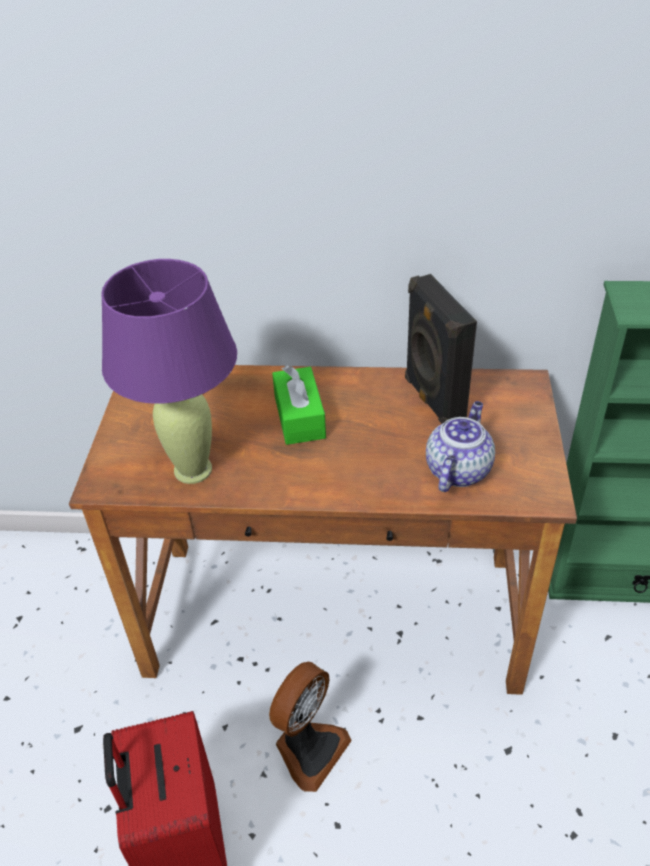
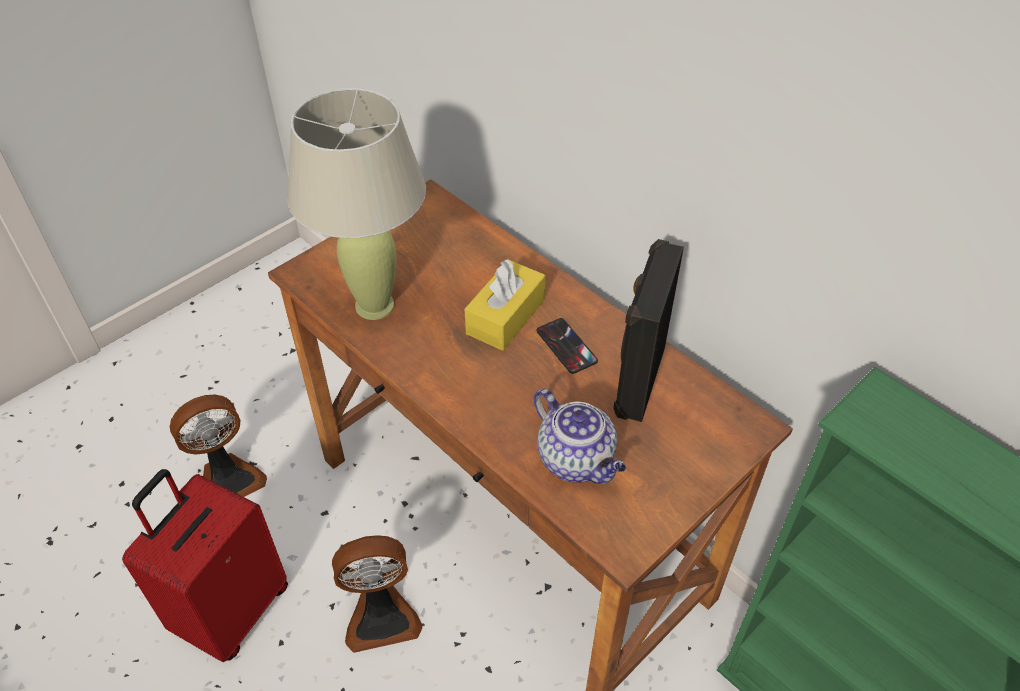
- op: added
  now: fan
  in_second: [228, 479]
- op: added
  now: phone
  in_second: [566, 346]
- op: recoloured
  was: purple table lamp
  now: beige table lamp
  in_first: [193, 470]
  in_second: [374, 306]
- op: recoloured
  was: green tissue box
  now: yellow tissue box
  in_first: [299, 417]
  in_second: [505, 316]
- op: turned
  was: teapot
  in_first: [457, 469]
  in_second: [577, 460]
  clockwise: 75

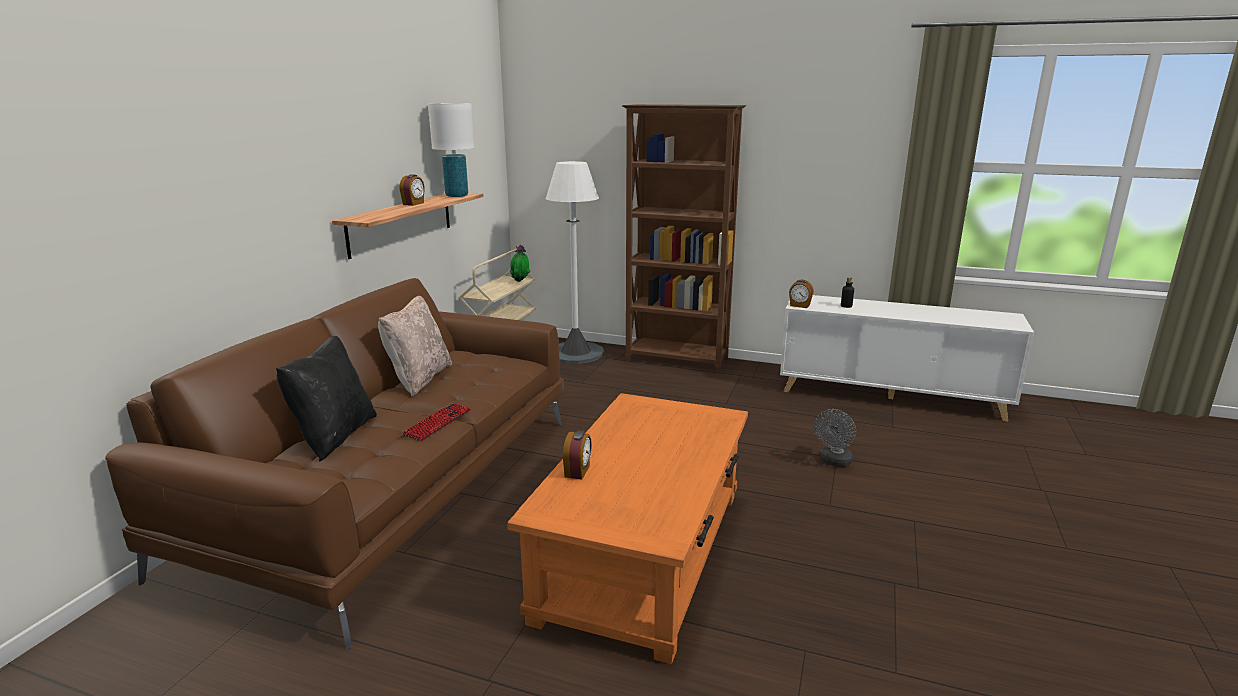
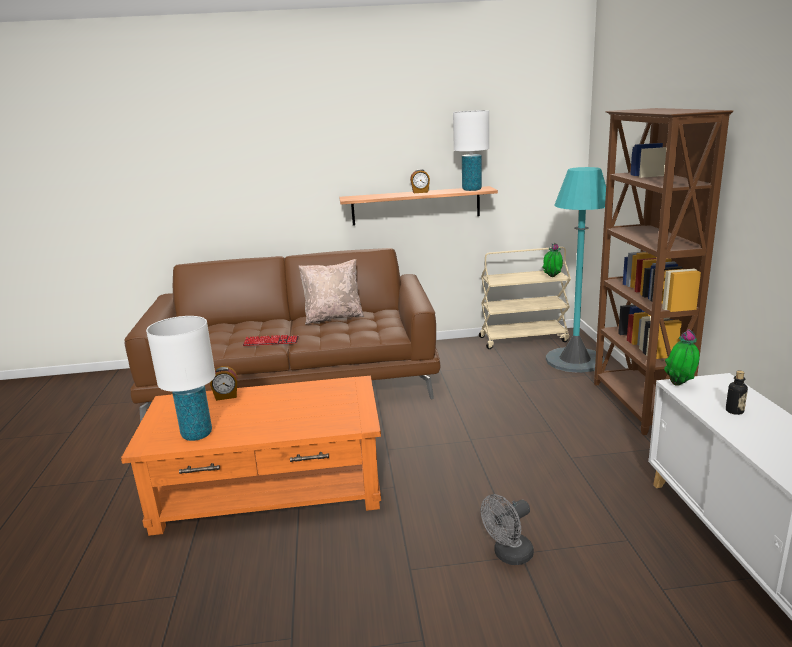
- op: removed
  was: black pillow
  in_first: [334, 436]
- op: added
  now: white table lamp
  in_second: [196, 434]
- op: replaced
  was: alarm clock
  now: potted plant
  in_first: [799, 305]
  in_second: [680, 385]
- op: recoloured
  was: white floor lamp
  now: turquoise floor lamp
  in_first: [575, 353]
  in_second: [574, 360]
- op: turned
  was: grey fan
  in_first: [834, 462]
  in_second: [508, 556]
  clockwise: -45

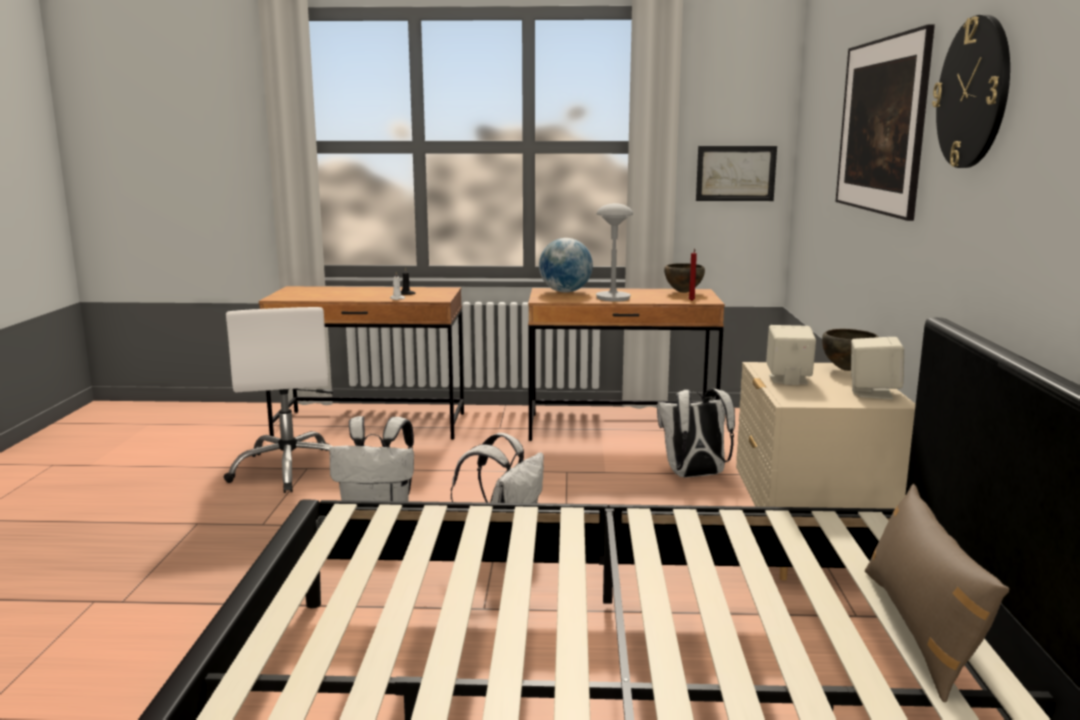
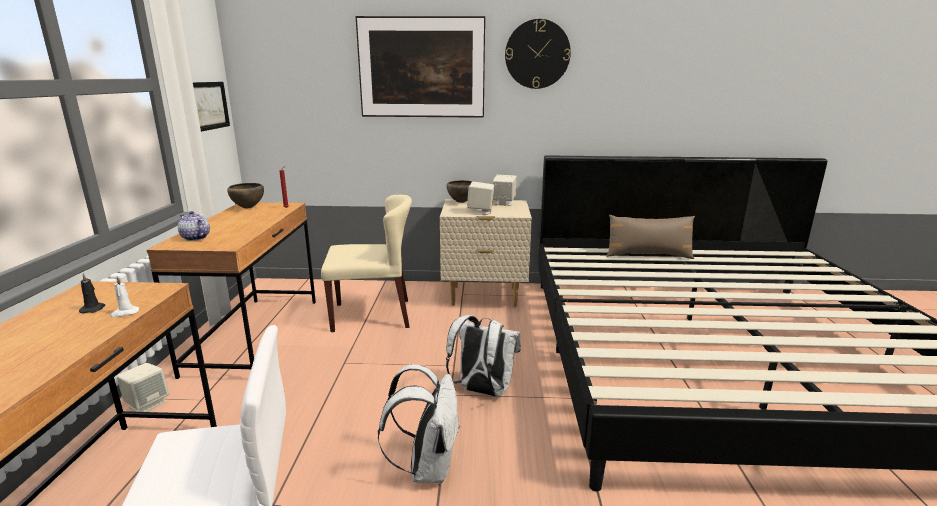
- op: removed
  was: grey table lamp
  in_first: [612, 298]
- op: added
  now: beige speaker
  in_second: [147, 404]
- op: replaced
  was: globe
  now: teapot
  in_first: [565, 292]
  in_second: [195, 238]
- op: replaced
  was: white backpack
  now: beige chair
  in_first: [694, 475]
  in_second: [372, 315]

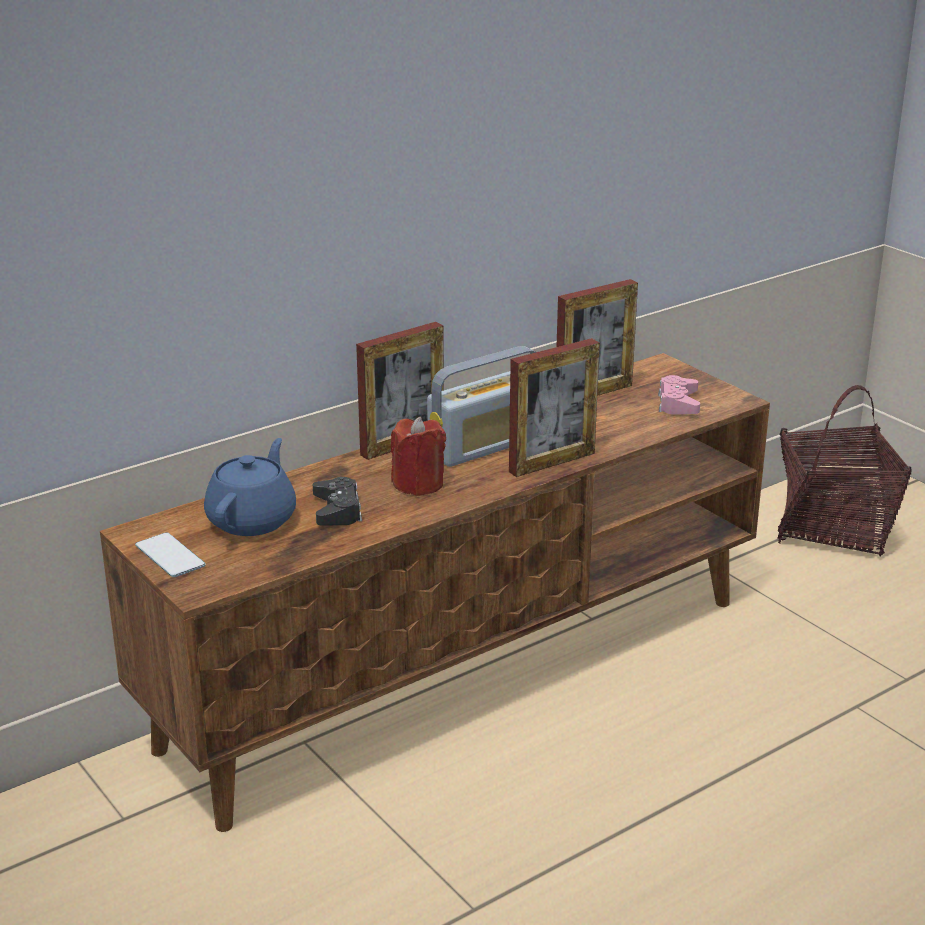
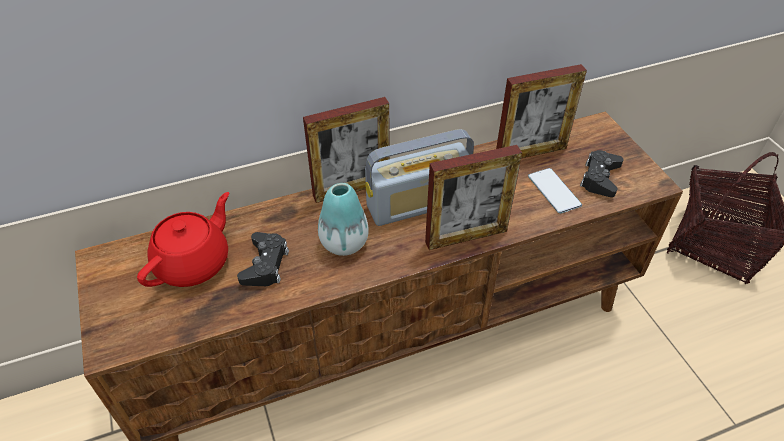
- op: moved
  was: phone
  in_first: [170, 556]
  in_second: [554, 191]
- op: replaced
  was: red candle
  now: vase
  in_first: [418, 484]
  in_second: [344, 243]
- op: recoloured
  was: blue teapot
  now: red teapot
  in_first: [253, 520]
  in_second: [194, 262]
- op: recoloured
  was: pink game controller
  now: black game controller
  in_first: [678, 403]
  in_second: [600, 178]

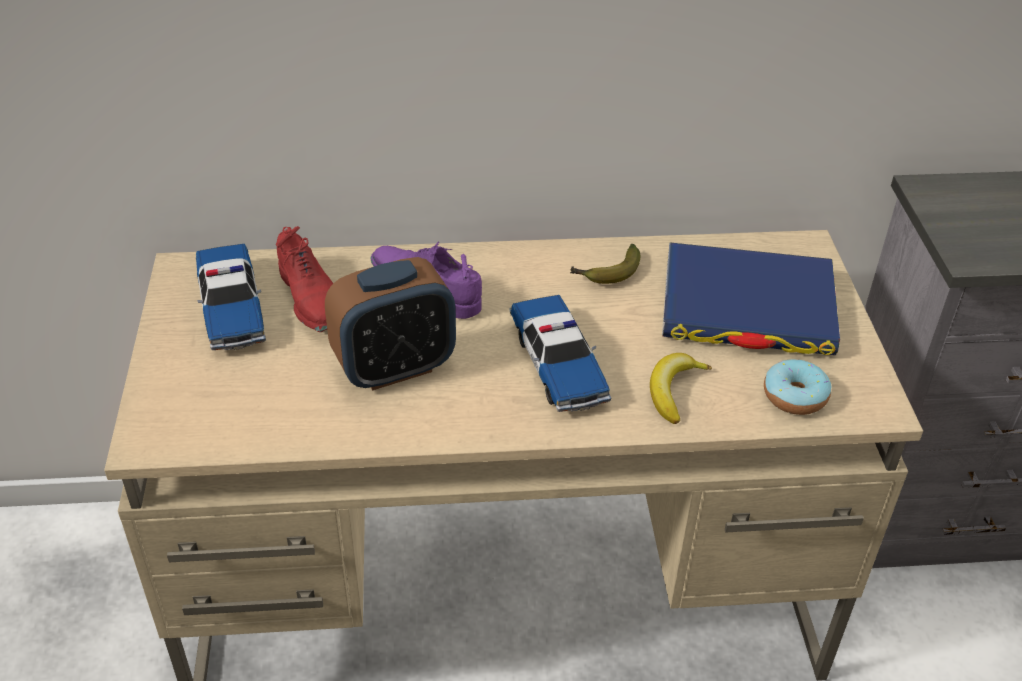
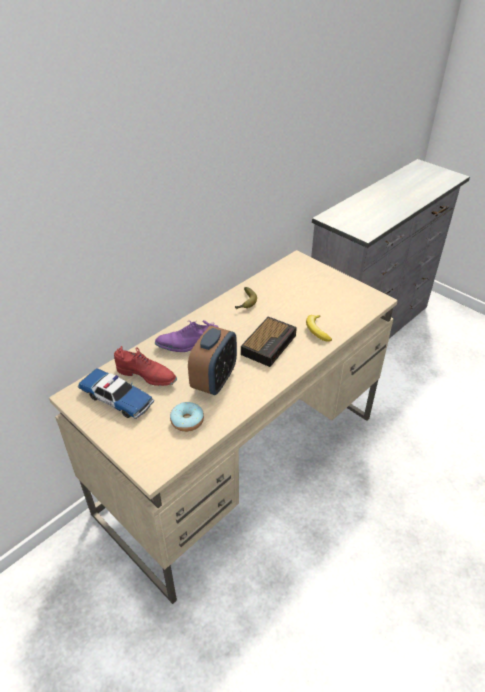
- op: removed
  was: blue book
  in_first: [747, 307]
- op: moved
  was: donut
  in_first: [794, 396]
  in_second: [187, 421]
- op: replaced
  was: toy car
  now: alarm clock
  in_first: [557, 364]
  in_second: [269, 344]

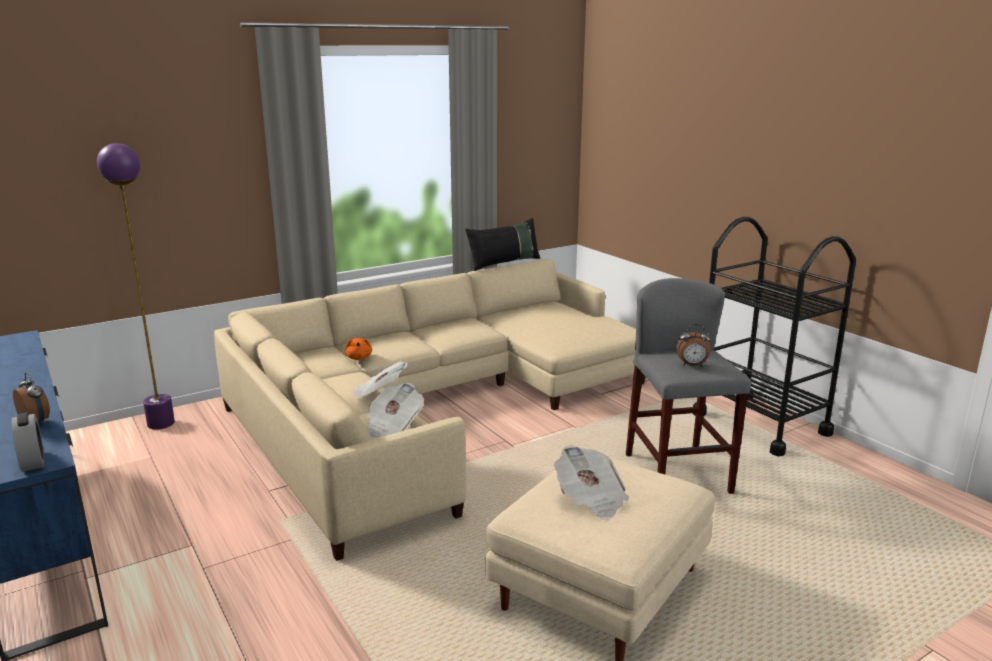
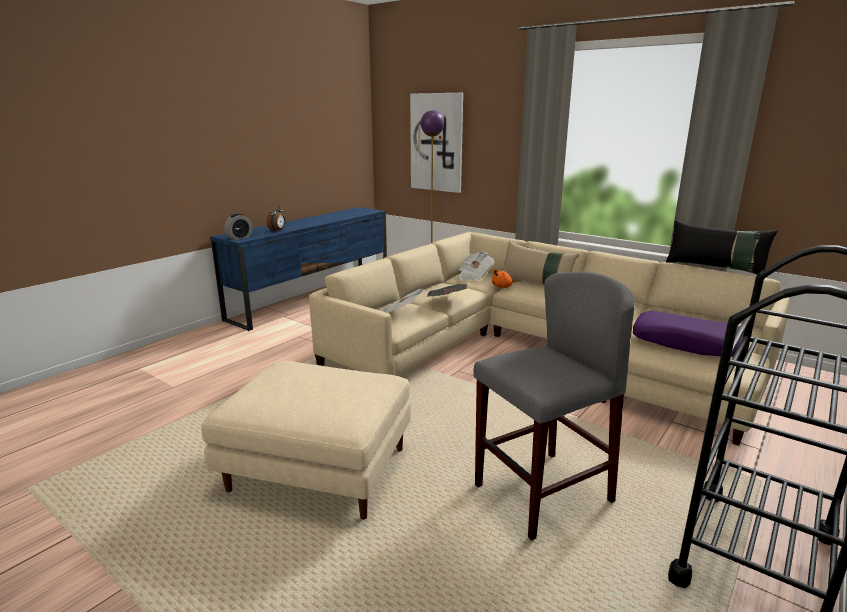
- op: removed
  was: alarm clock
  in_first: [692, 365]
- op: added
  now: picture
  in_second: [437, 142]
- op: added
  now: beige pillow
  in_second: [536, 283]
- op: added
  now: purple pillow
  in_second: [686, 343]
- op: moved
  was: newspaper
  in_first: [591, 499]
  in_second: [474, 276]

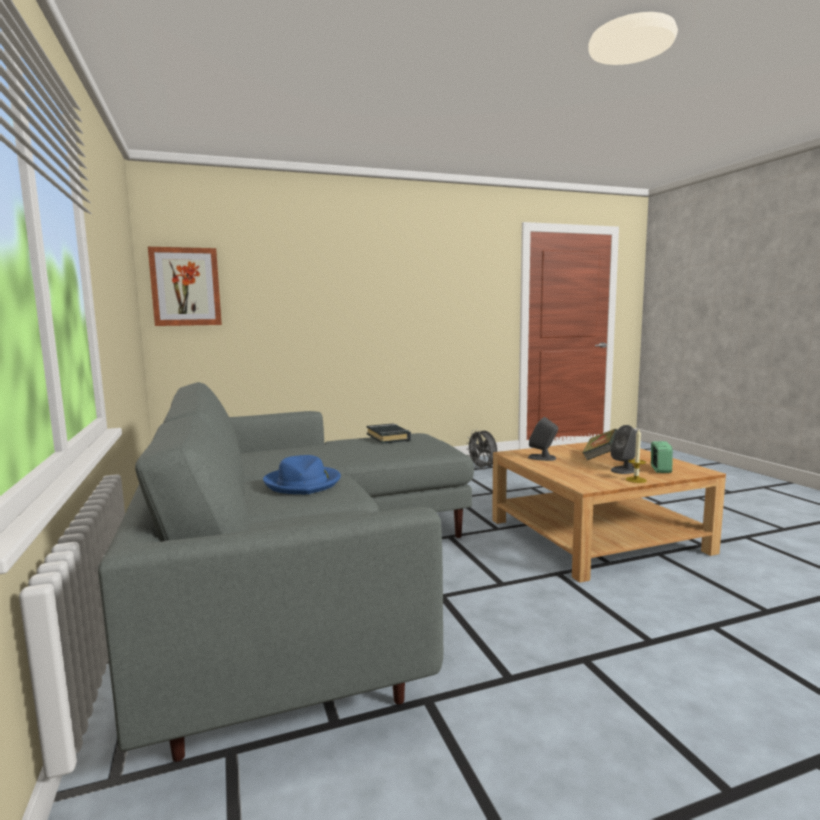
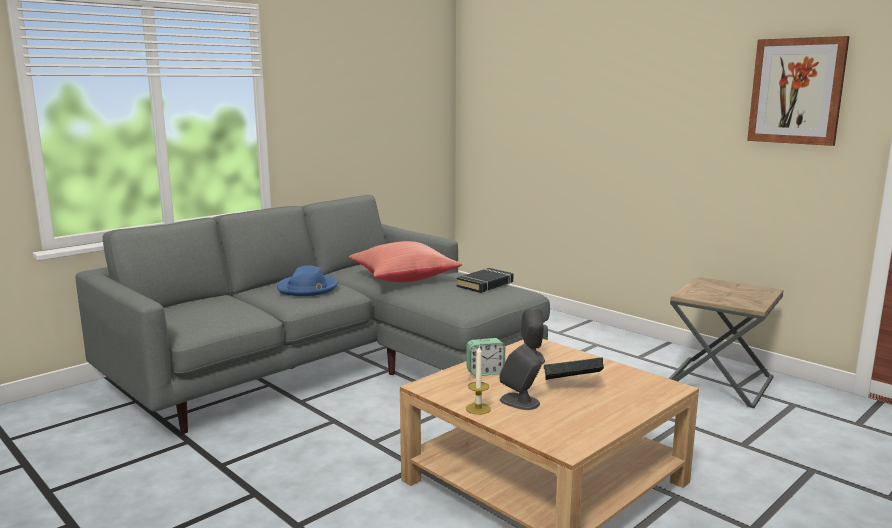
- op: added
  now: red pillow
  in_second: [403, 278]
- op: moved
  was: picture
  in_first: [186, 287]
  in_second: [796, 91]
- op: moved
  was: alarm clock
  in_first: [660, 470]
  in_second: [485, 372]
- op: replaced
  was: grey fan
  now: brown side table
  in_first: [482, 468]
  in_second: [718, 383]

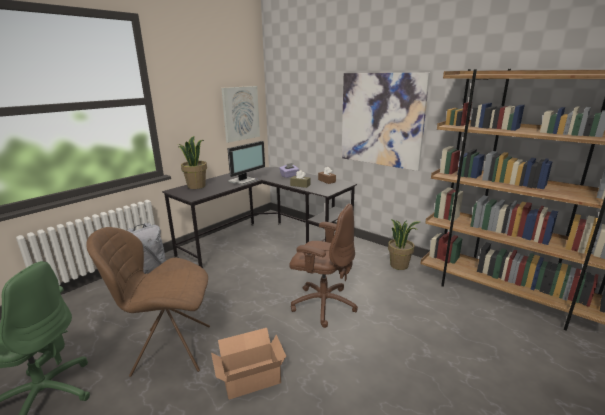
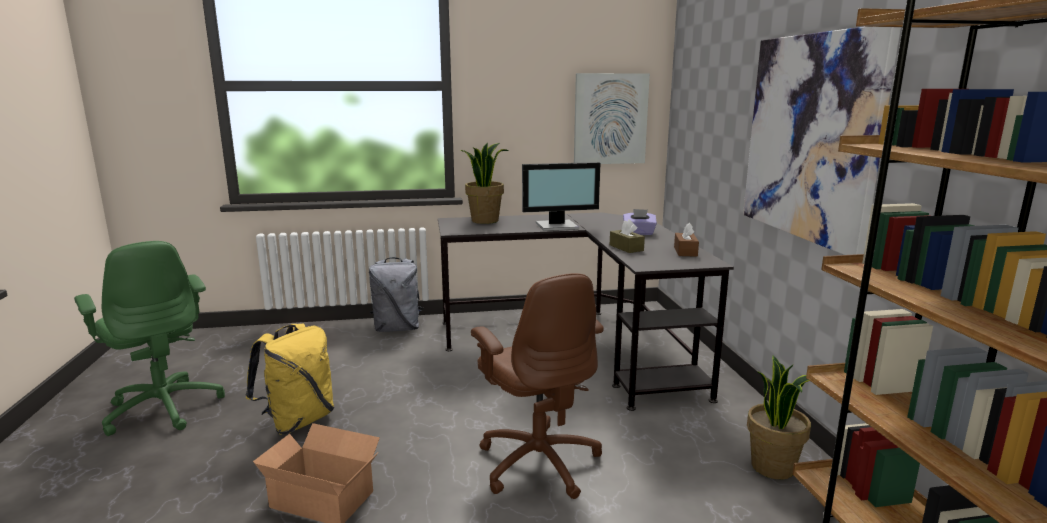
- op: replaced
  was: brown chair
  now: yellow backpack
  in_first: [169, 349]
  in_second: [298, 421]

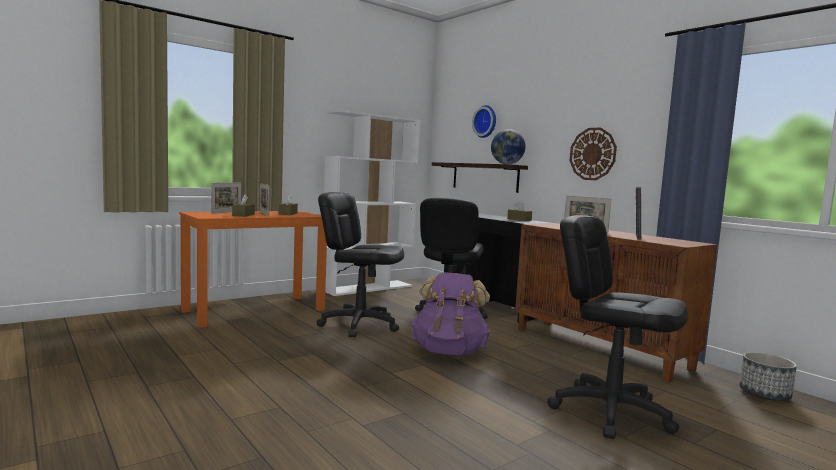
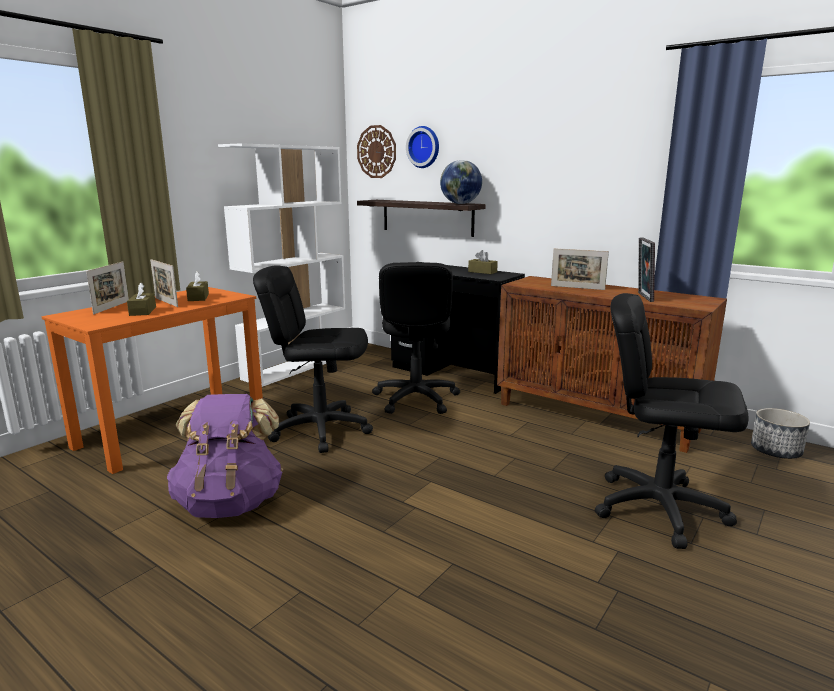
- op: moved
  was: purple backpack
  in_first: [449, 352]
  in_second: [230, 503]
- op: moved
  was: wall clock
  in_first: [592, 154]
  in_second: [376, 152]

